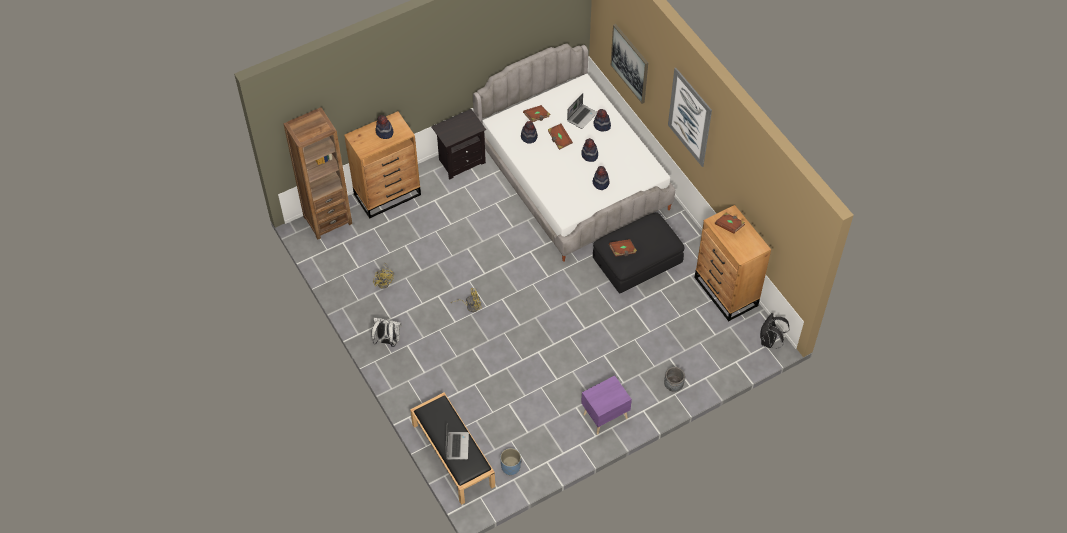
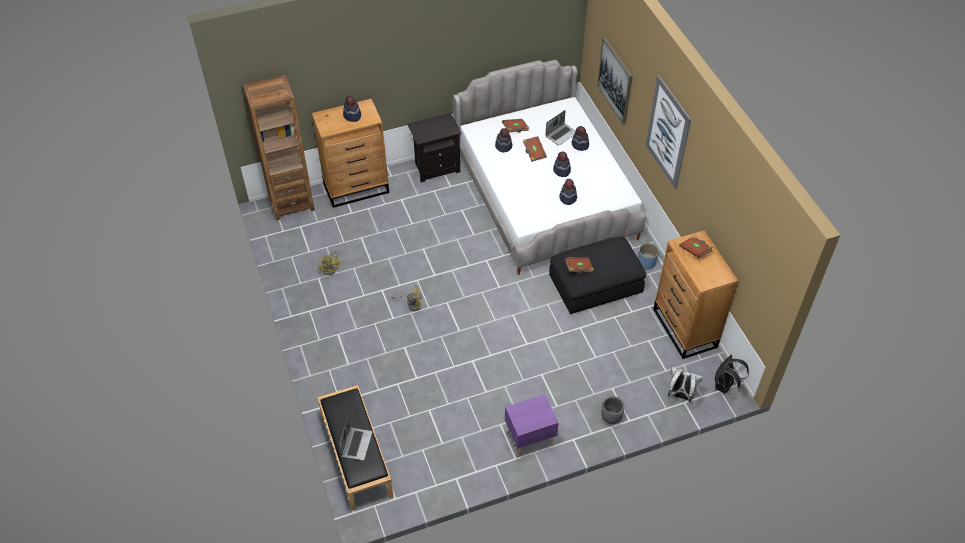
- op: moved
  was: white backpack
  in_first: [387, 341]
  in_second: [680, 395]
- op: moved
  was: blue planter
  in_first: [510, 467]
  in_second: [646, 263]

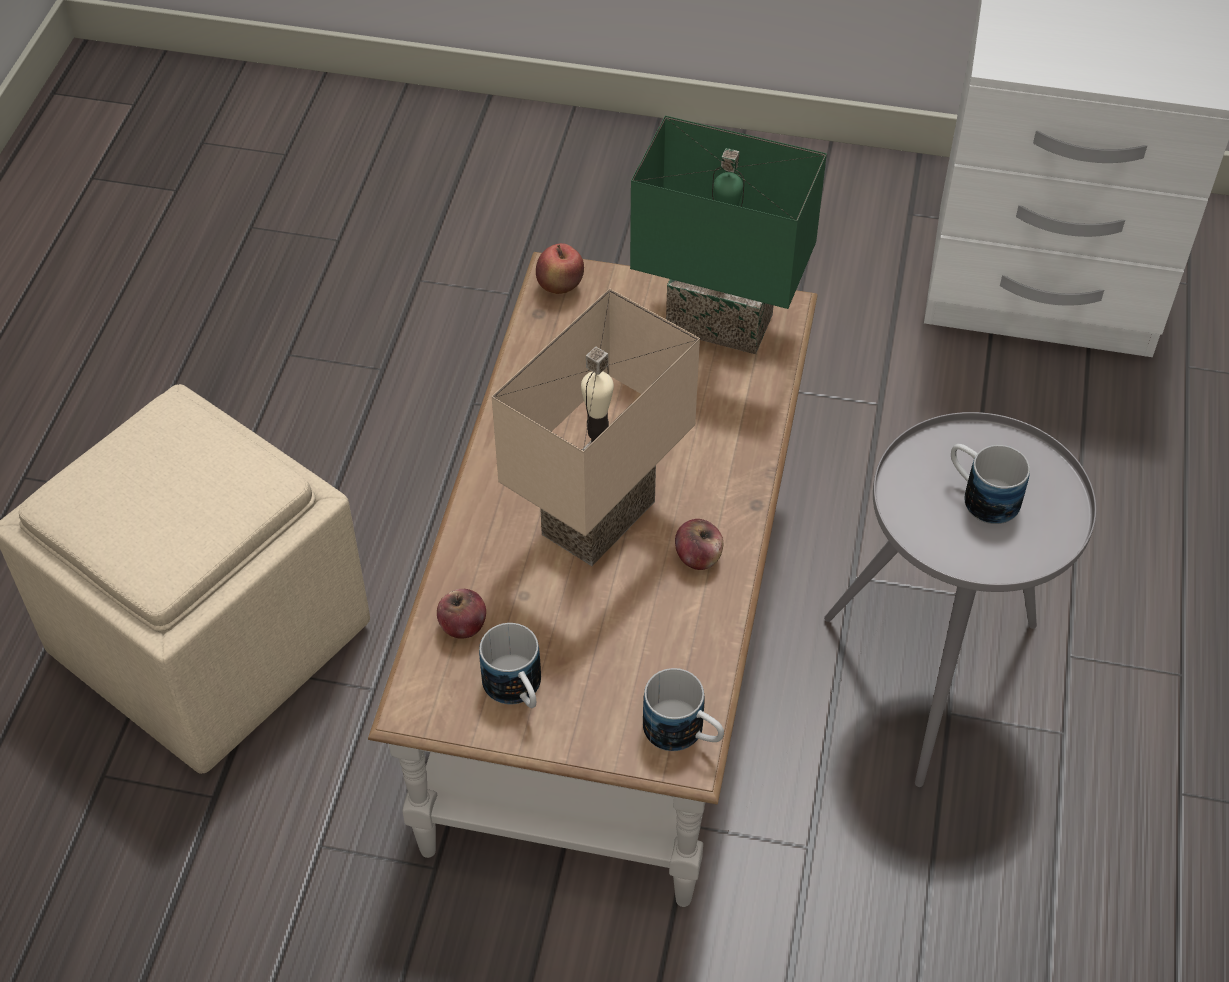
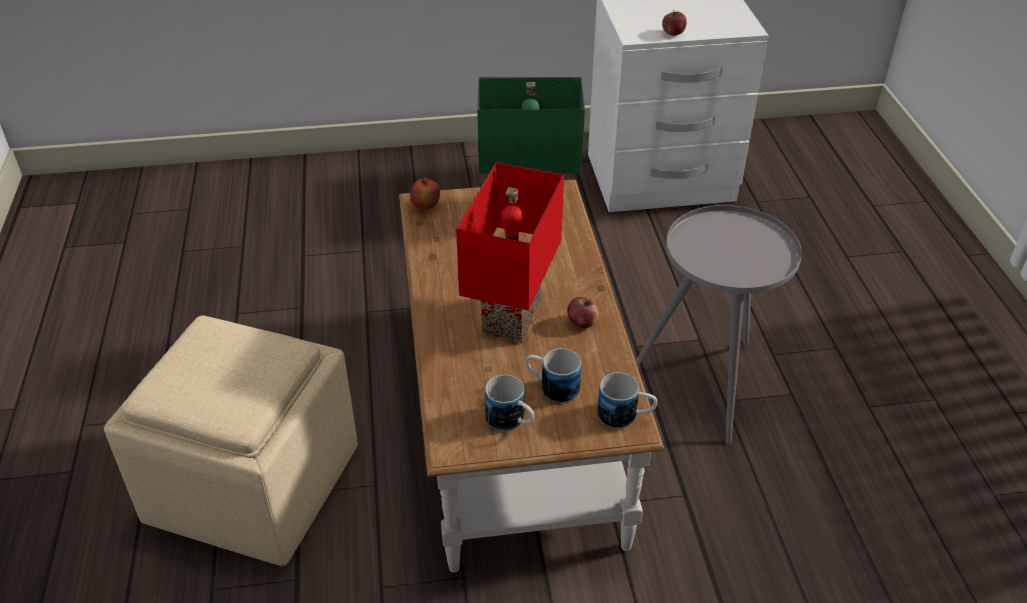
- op: moved
  was: apple
  in_first: [462, 626]
  in_second: [673, 33]
- op: moved
  was: mug
  in_first: [980, 496]
  in_second: [552, 387]
- op: recoloured
  was: beige table lamp
  now: red table lamp
  in_first: [595, 514]
  in_second: [508, 315]

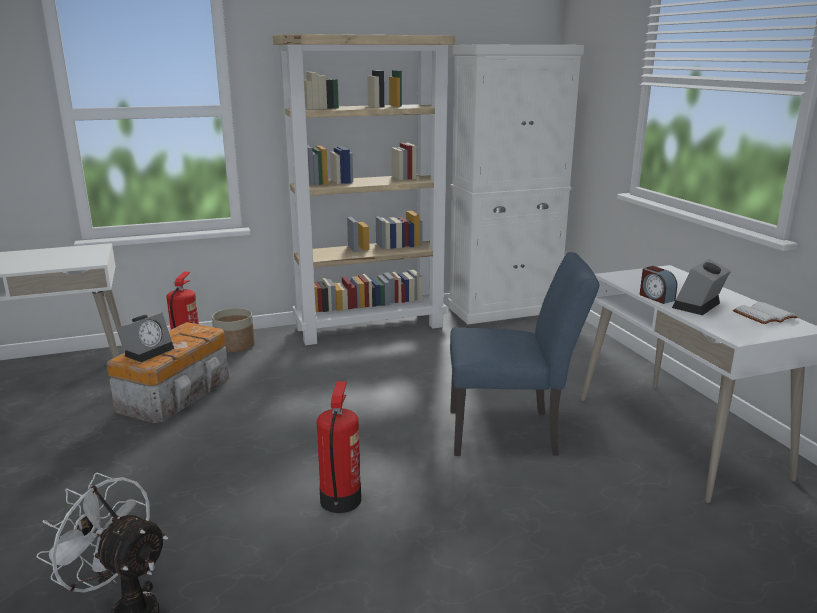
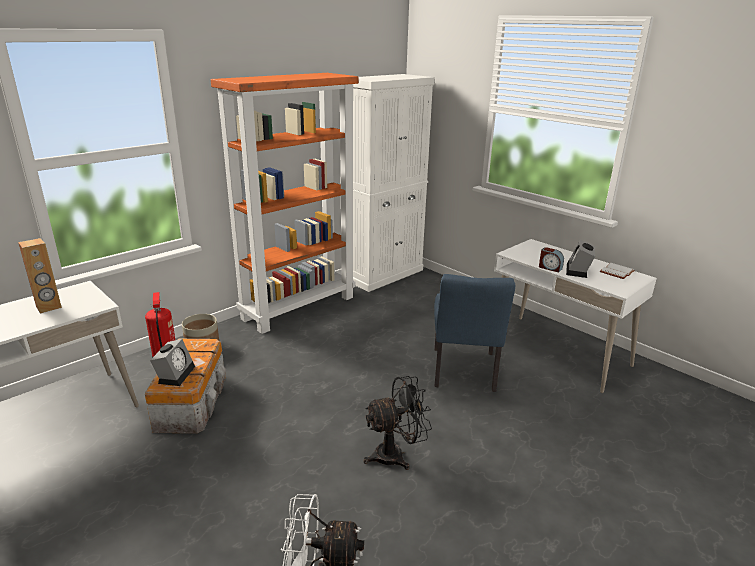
- op: added
  now: brown speaker
  in_second: [49, 307]
- op: replaced
  was: fire extinguisher
  now: black fan
  in_first: [341, 499]
  in_second: [396, 455]
- op: recoloured
  was: beige bookcase
  now: orange bookcase
  in_first: [370, 327]
  in_second: [299, 307]
- op: turned
  was: blue chair
  in_first: [512, 433]
  in_second: [463, 373]
  clockwise: 120

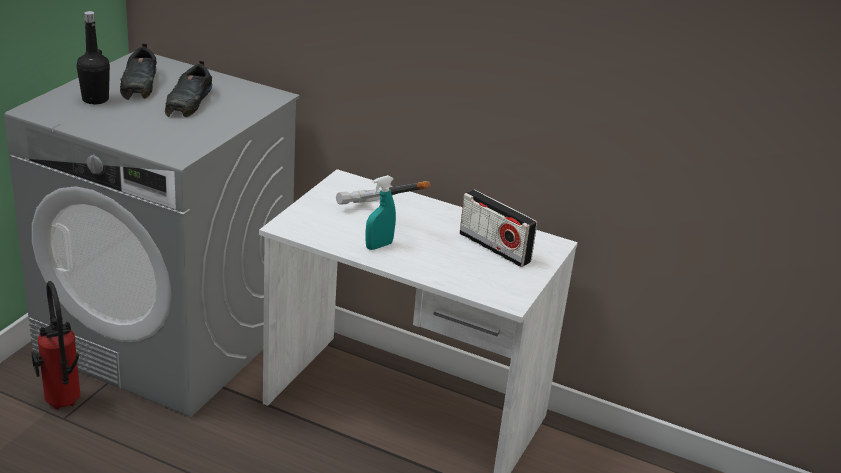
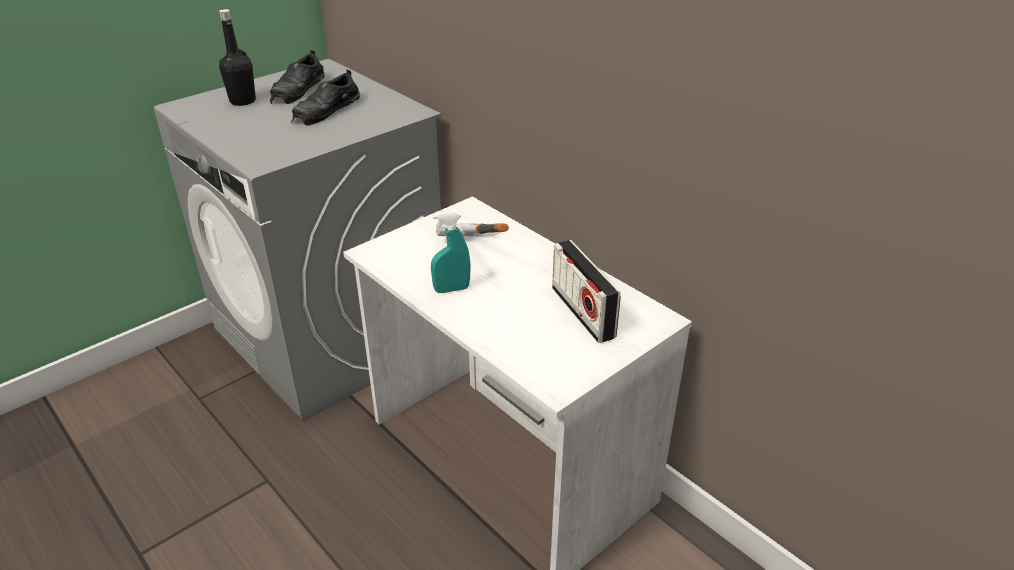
- op: removed
  was: fire extinguisher
  in_first: [62, 405]

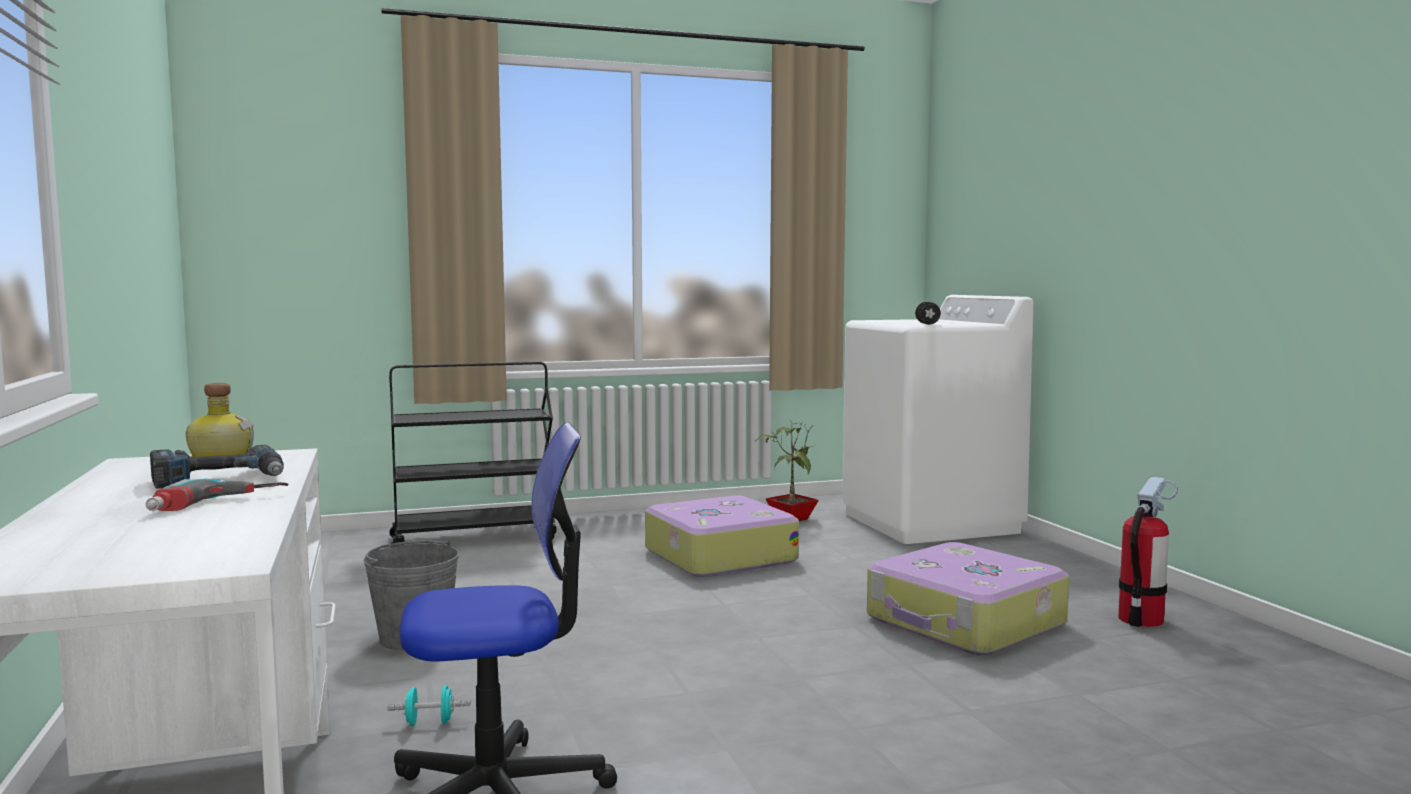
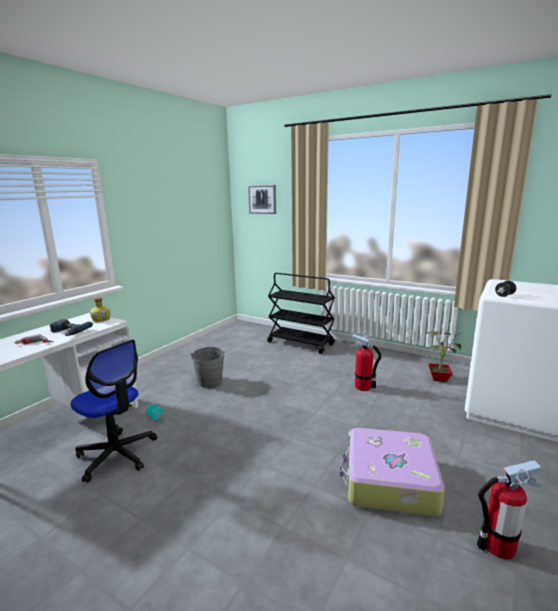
- op: added
  now: picture
  in_second: [262, 199]
- op: replaced
  was: suitcase
  now: fire extinguisher
  in_first: [718, 555]
  in_second: [363, 386]

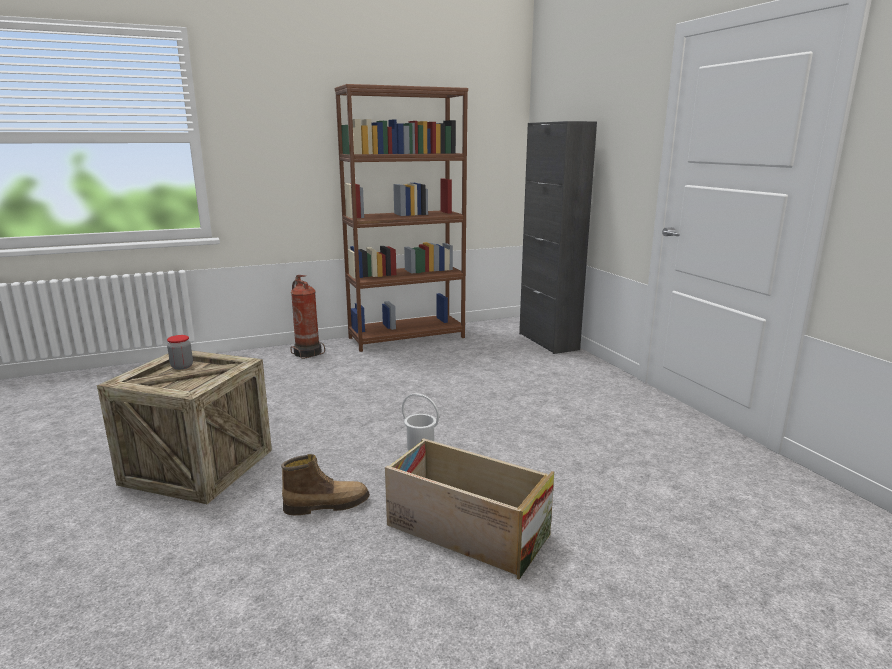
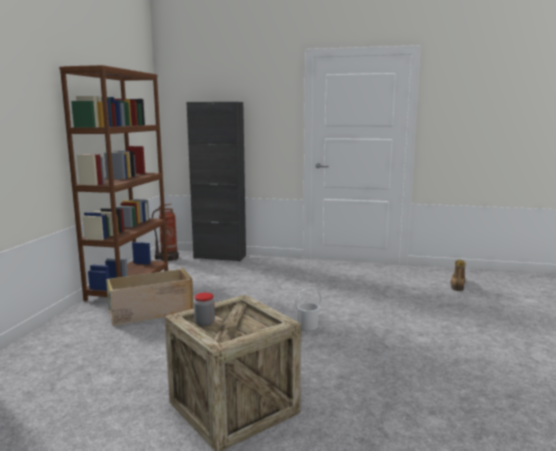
- op: moved
  was: boot
  in_first: [327, 505]
  in_second: [457, 284]
- op: moved
  was: fire extinguisher
  in_first: [307, 353]
  in_second: [168, 258]
- op: moved
  was: crate
  in_first: [465, 530]
  in_second: [150, 312]

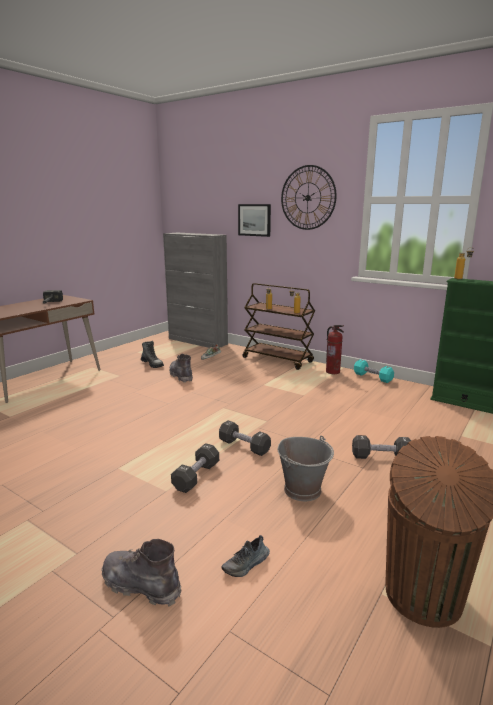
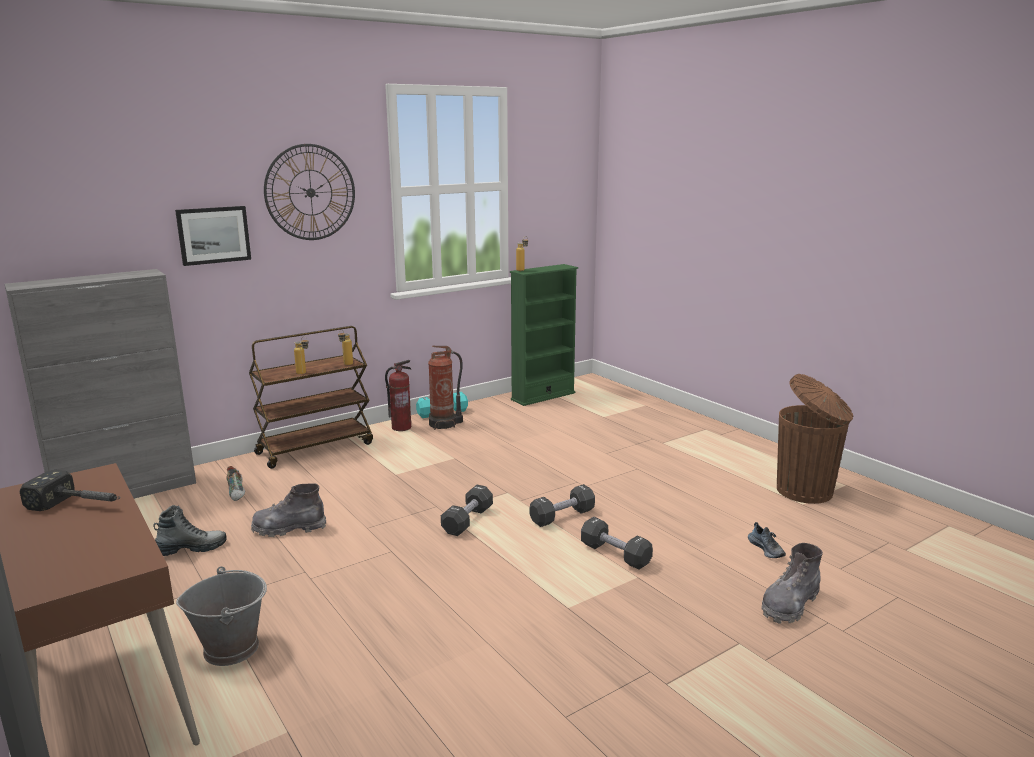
- op: added
  now: fire extinguisher
  in_second: [444, 424]
- op: moved
  was: grey bucket
  in_first: [303, 490]
  in_second: [231, 648]
- op: moved
  was: black dumbbell
  in_first: [381, 457]
  in_second: [467, 521]

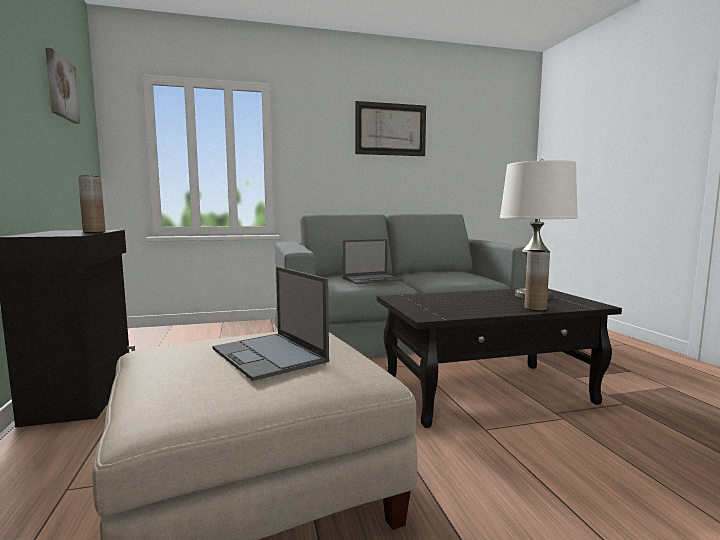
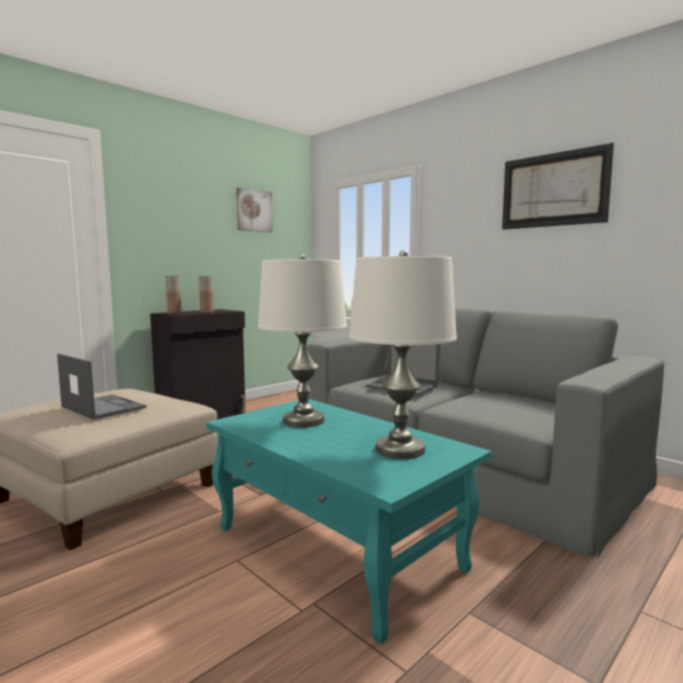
- op: added
  now: white table lamp
  in_second: [303, 421]
- op: moved
  was: brown vase
  in_first: [535, 308]
  in_second: [174, 313]
- op: recoloured
  was: black coffee table
  now: turquoise coffee table
  in_first: [488, 392]
  in_second: [338, 548]
- op: turned
  was: laptop
  in_first: [270, 355]
  in_second: [102, 407]
  clockwise: 105

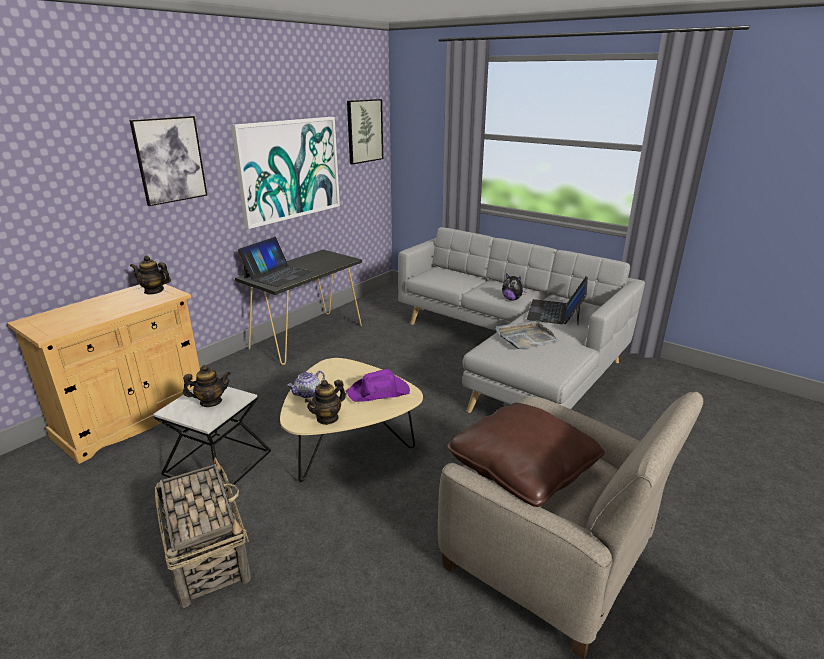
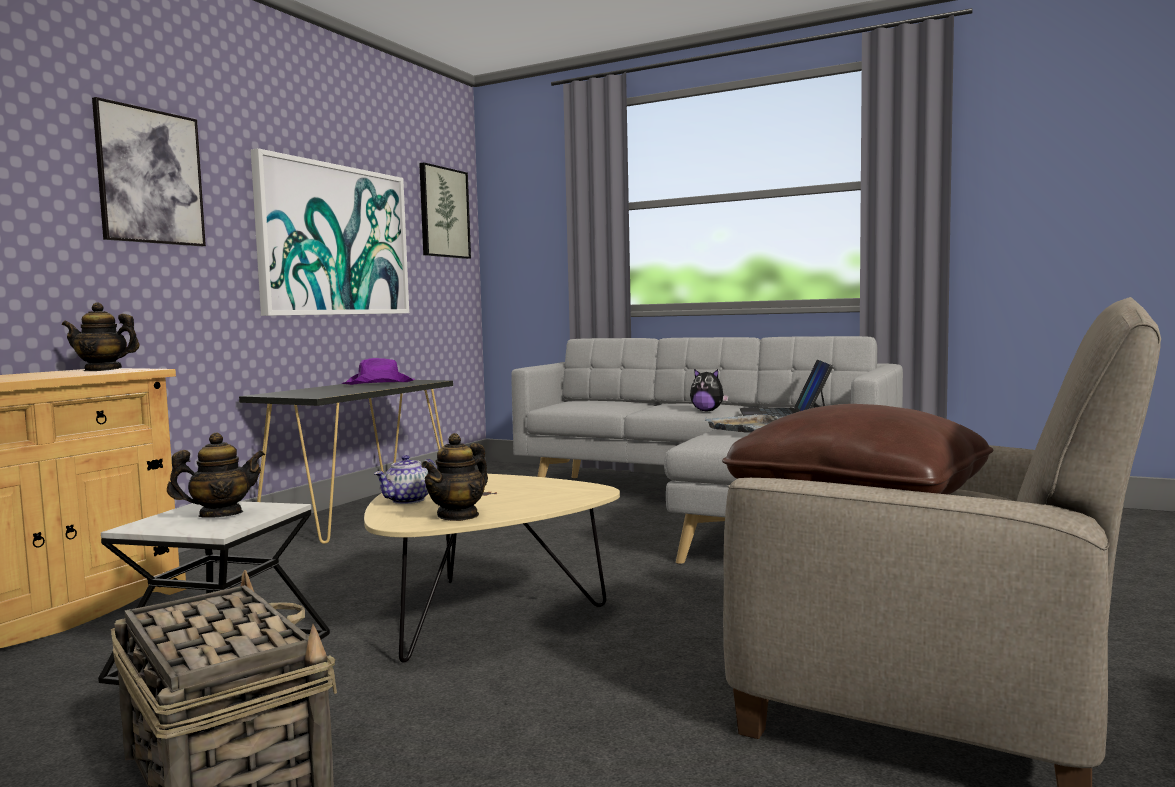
- op: removed
  was: laptop
  in_first: [278, 274]
- op: moved
  was: purple hat
  in_first: [379, 392]
  in_second: [379, 383]

